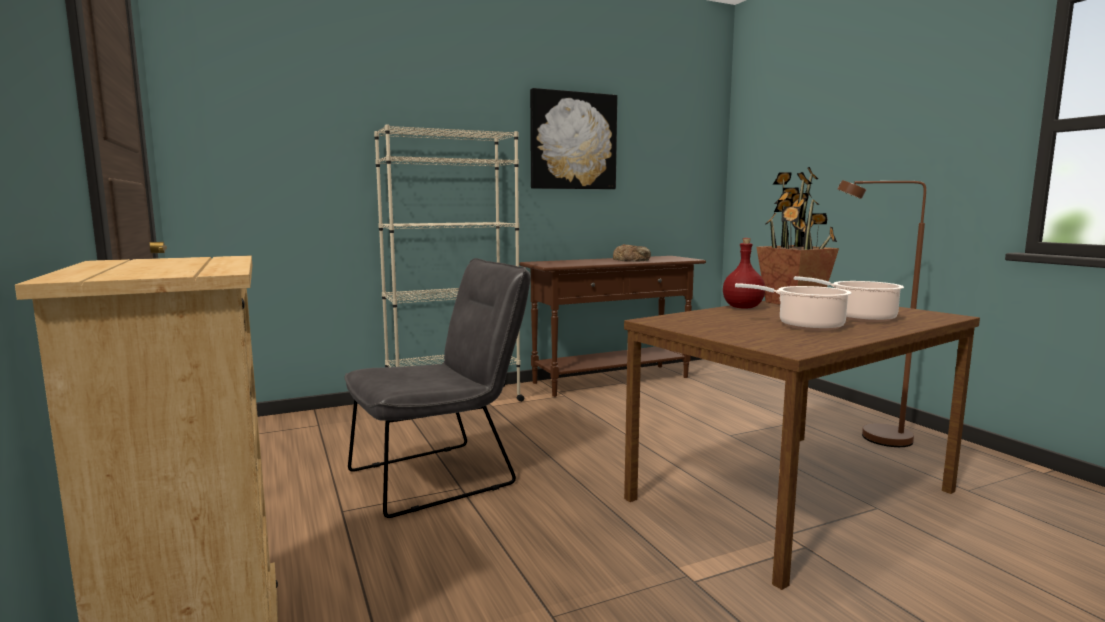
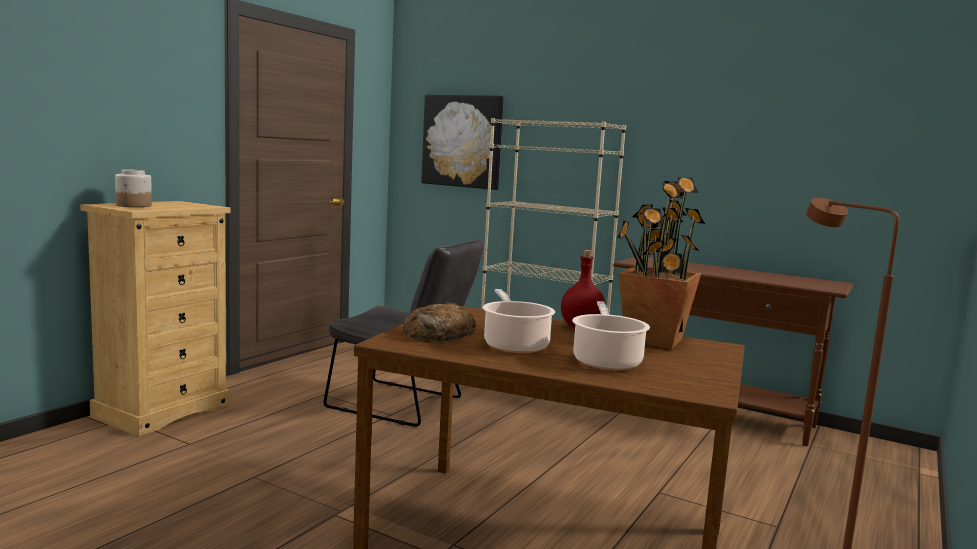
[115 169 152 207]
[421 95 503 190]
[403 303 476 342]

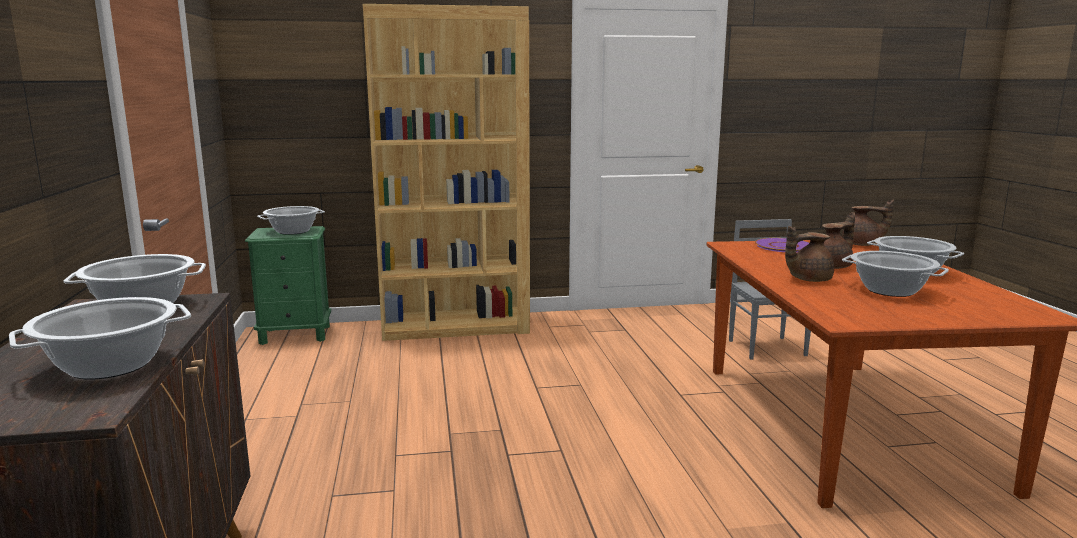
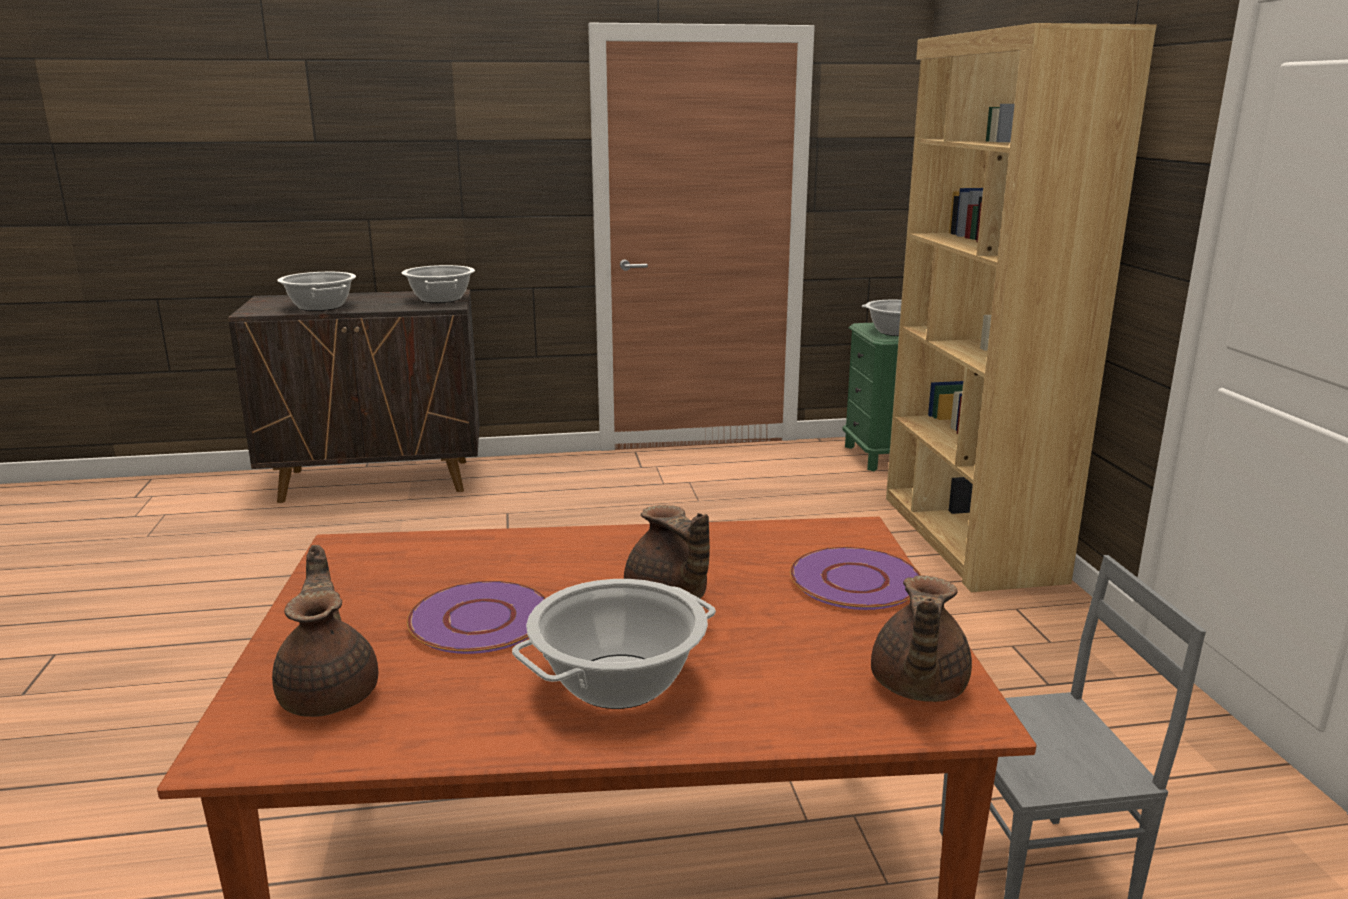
[272 545 378 717]
[407 581 546 654]

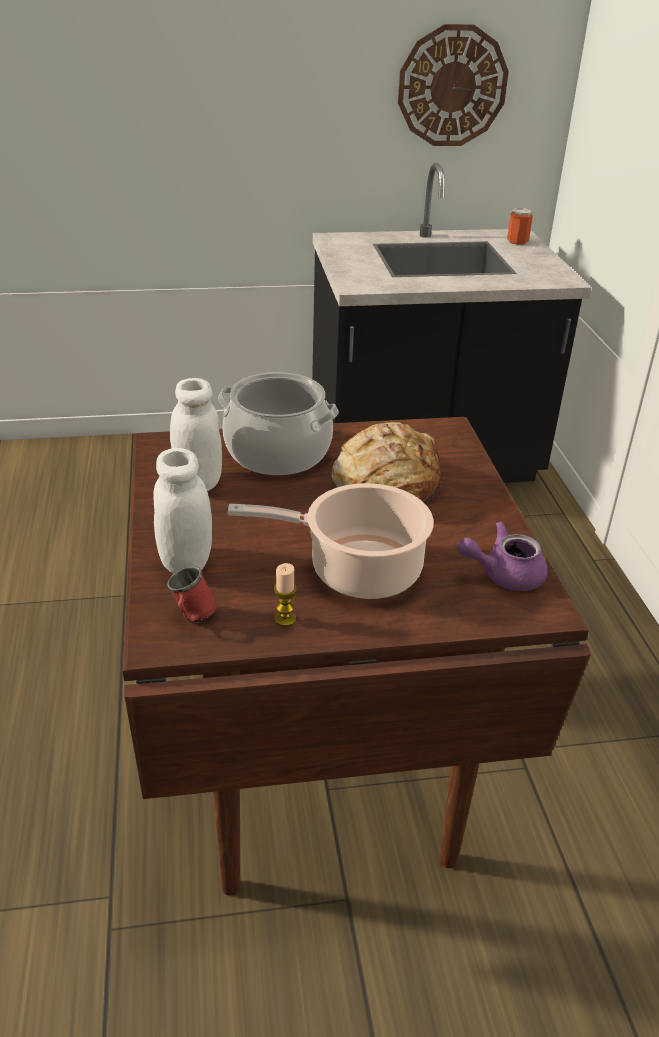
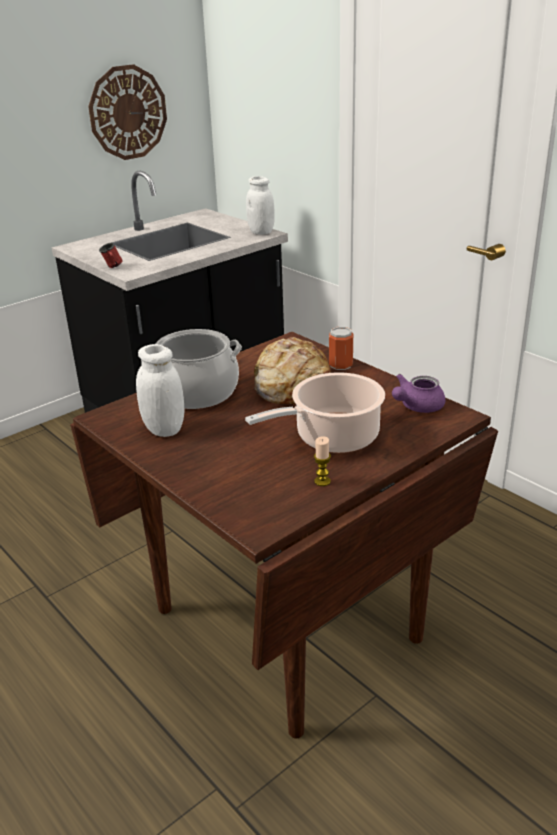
[246 176 275 235]
[99 242 122 268]
[329 327 353 370]

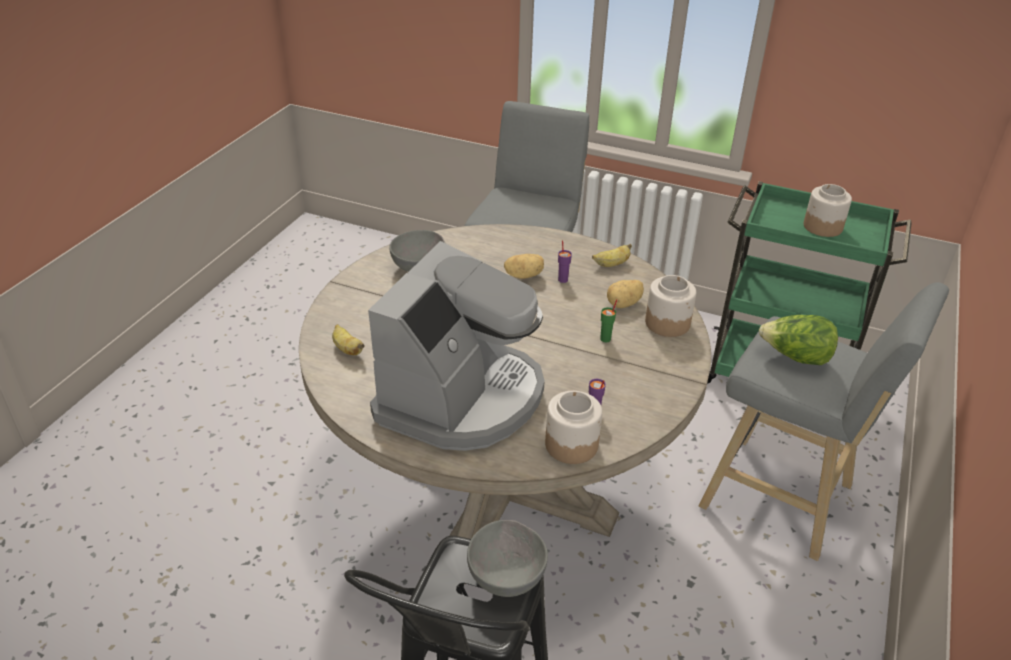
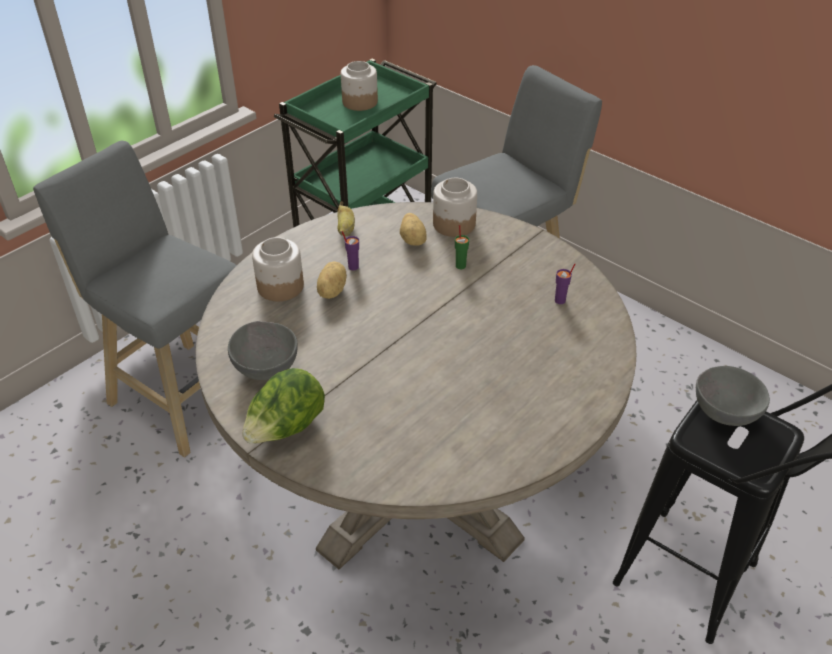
[332 324 365 355] (first image)
[368 241 545 451] (first image)
[252 237 304 301]
[242 368 325 444]

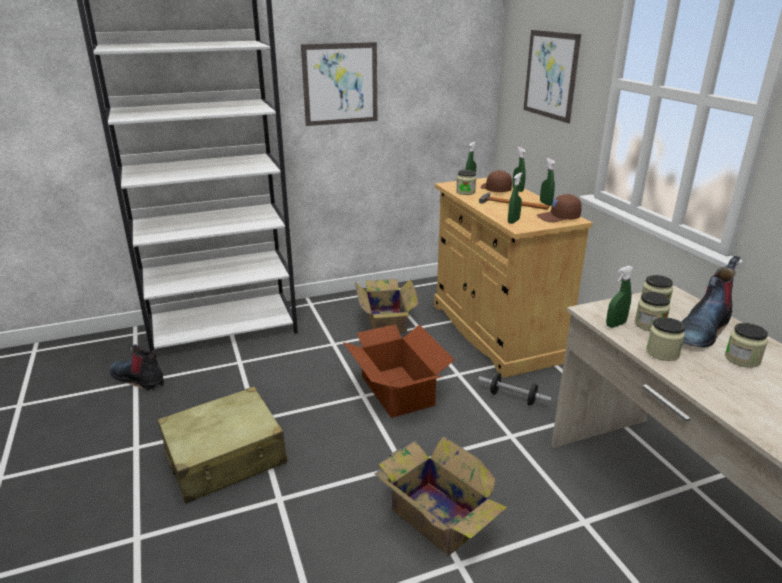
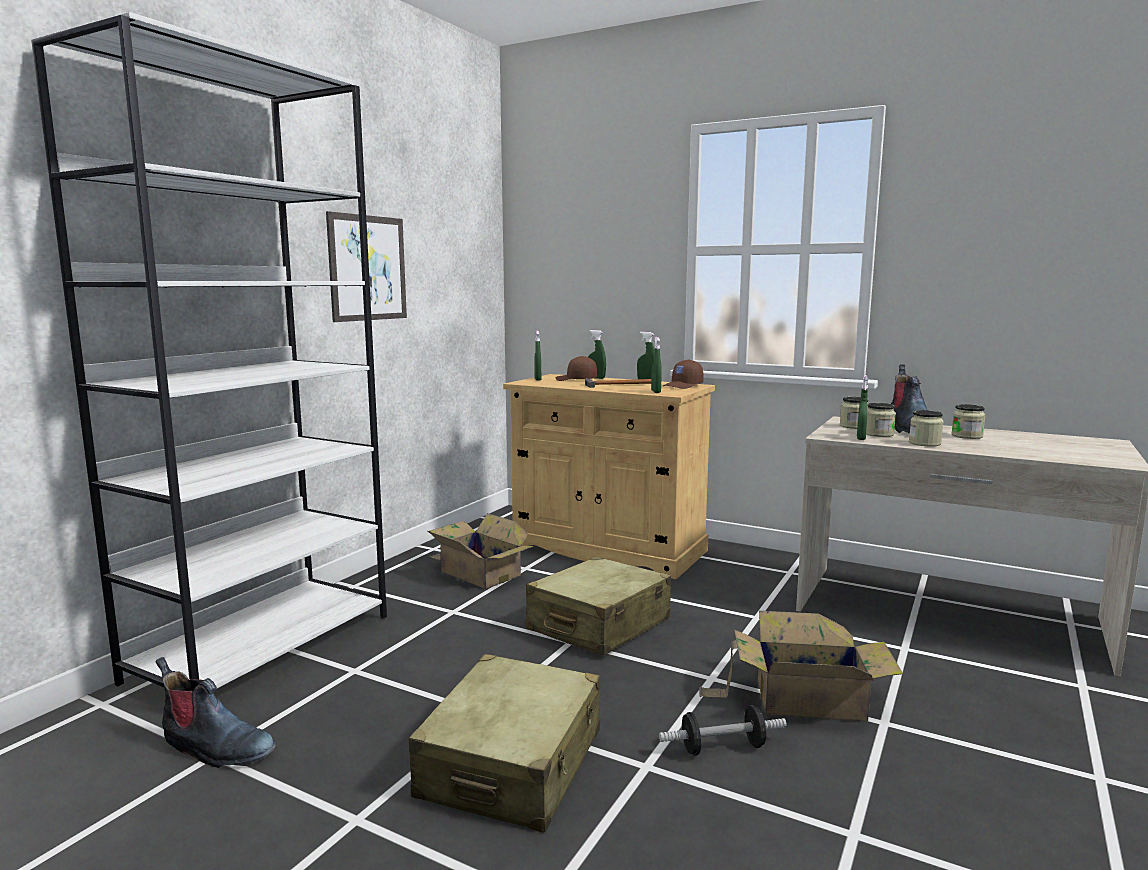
[456 170 476 195] (first image)
[524 30 581 123] (first image)
[659 705 787 756]
[526 556 671 656]
[155 657 276 768]

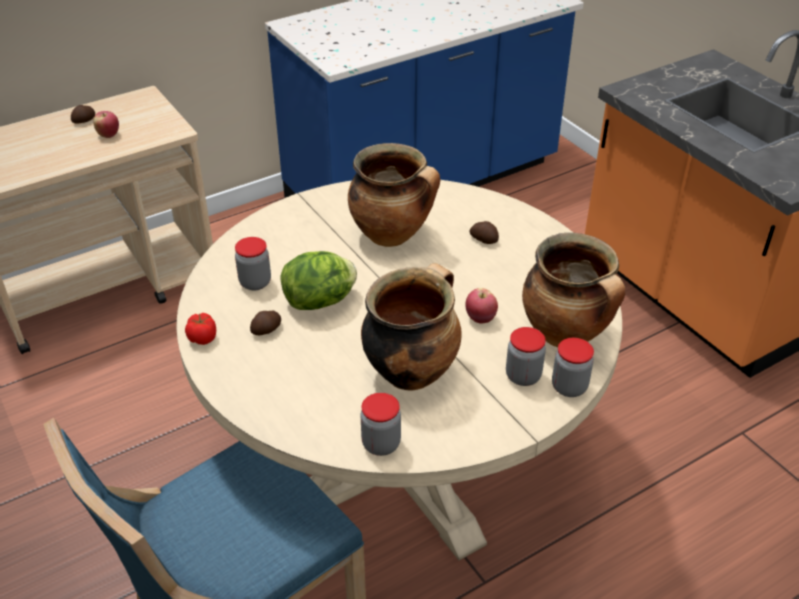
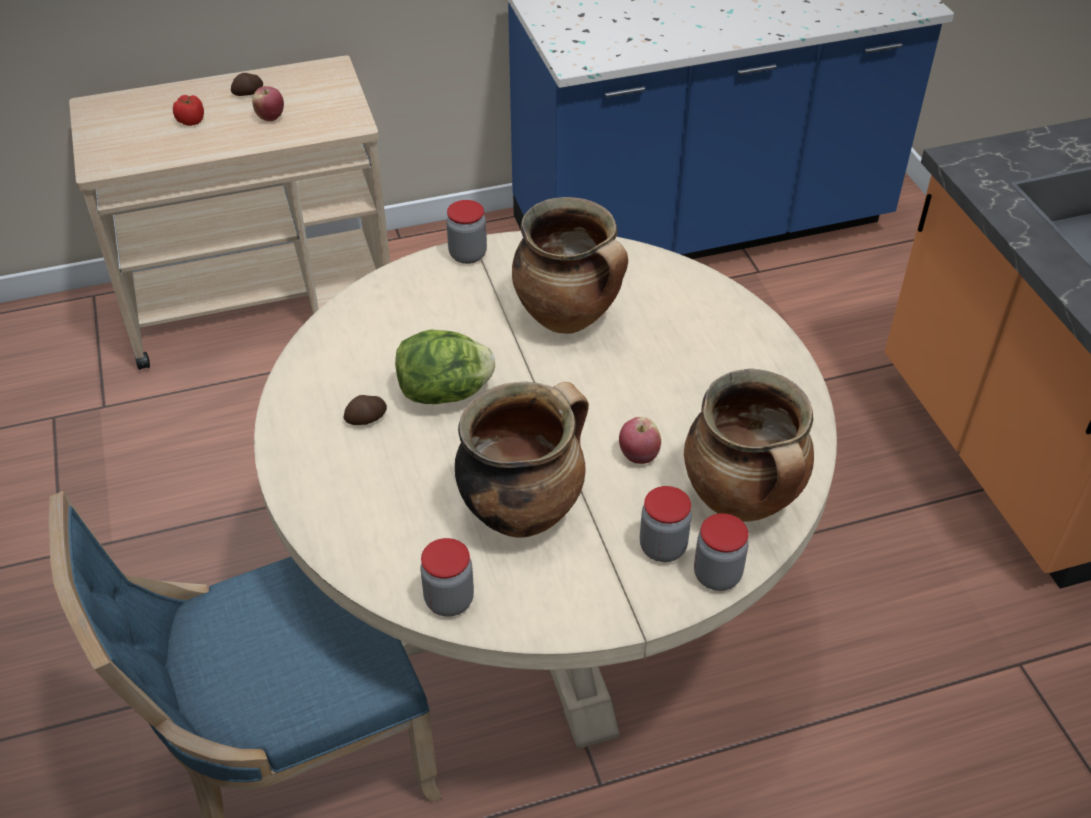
[470 221 499 244] (first image)
[173 95 204 126]
[446 200 487 264]

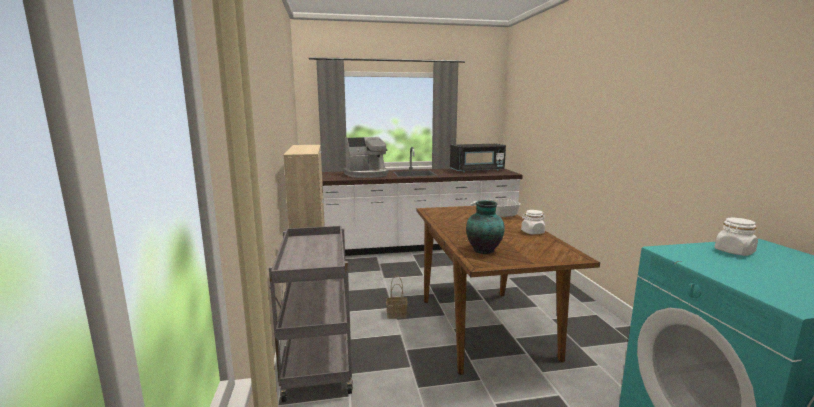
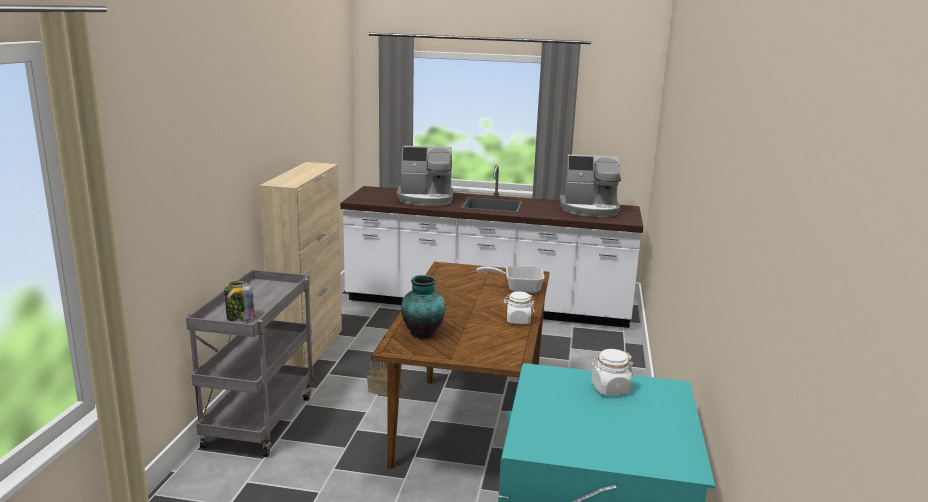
[224 281 255 322]
[560 154 621 217]

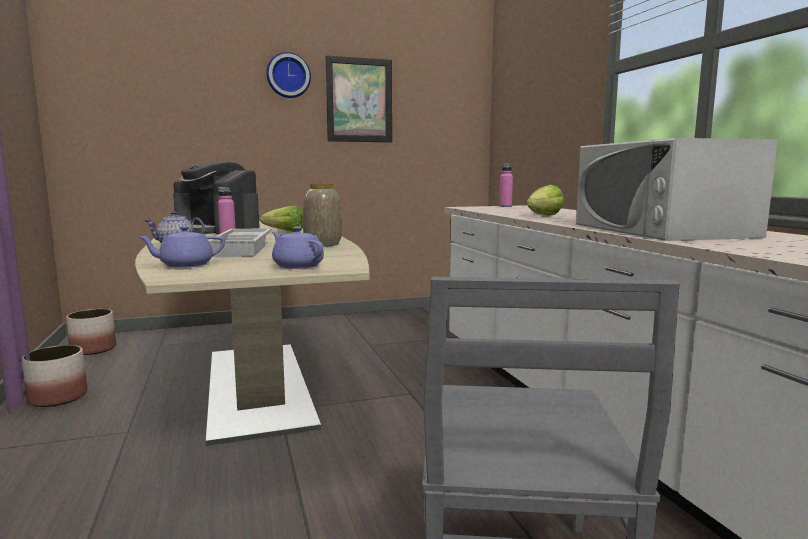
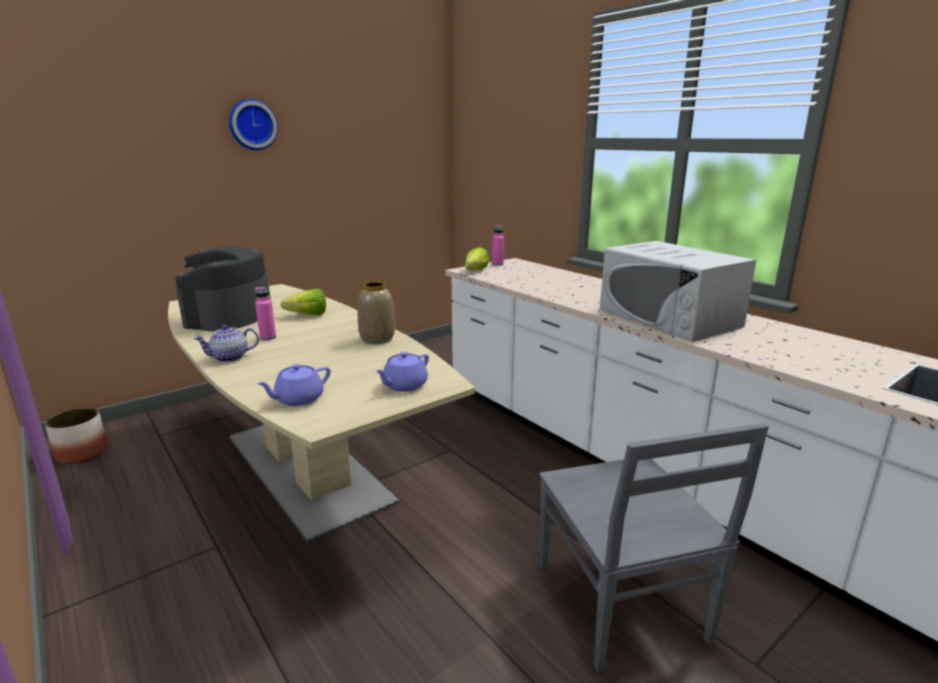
[21 345 87 407] (first image)
[208 228 272 257] (first image)
[325 56 392 142] (first image)
[465 247 490 270]
[175 245 271 331]
[375 352 429 392]

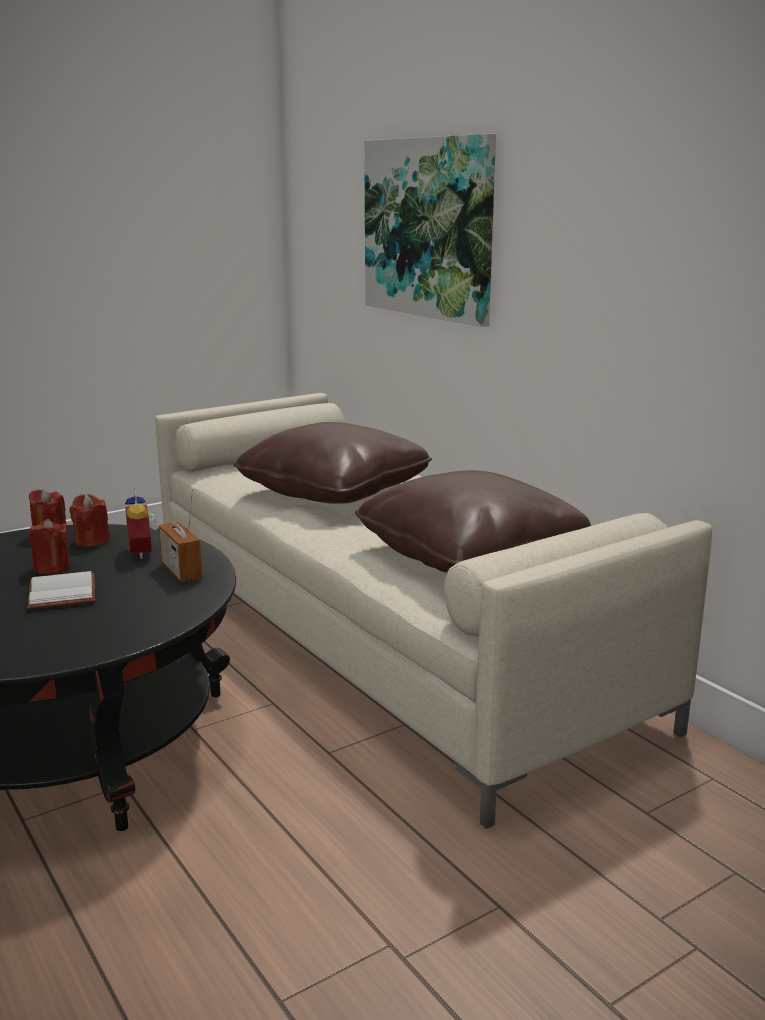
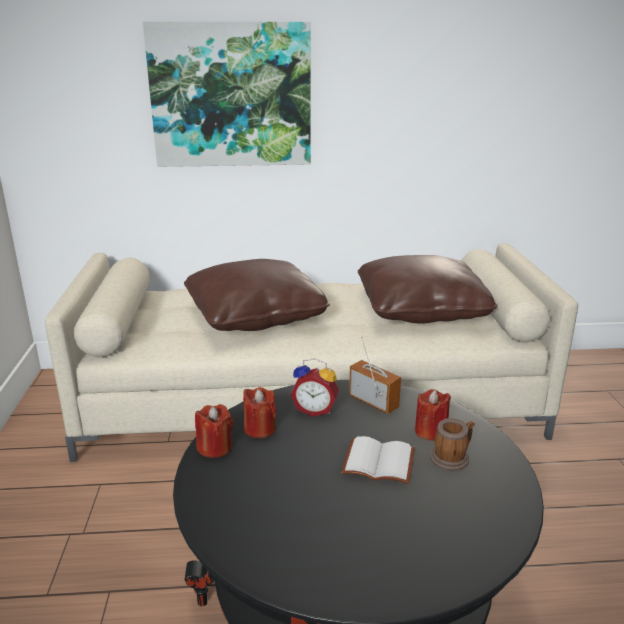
[430 418 475 471]
[415 389 451 441]
[349 337 401 414]

